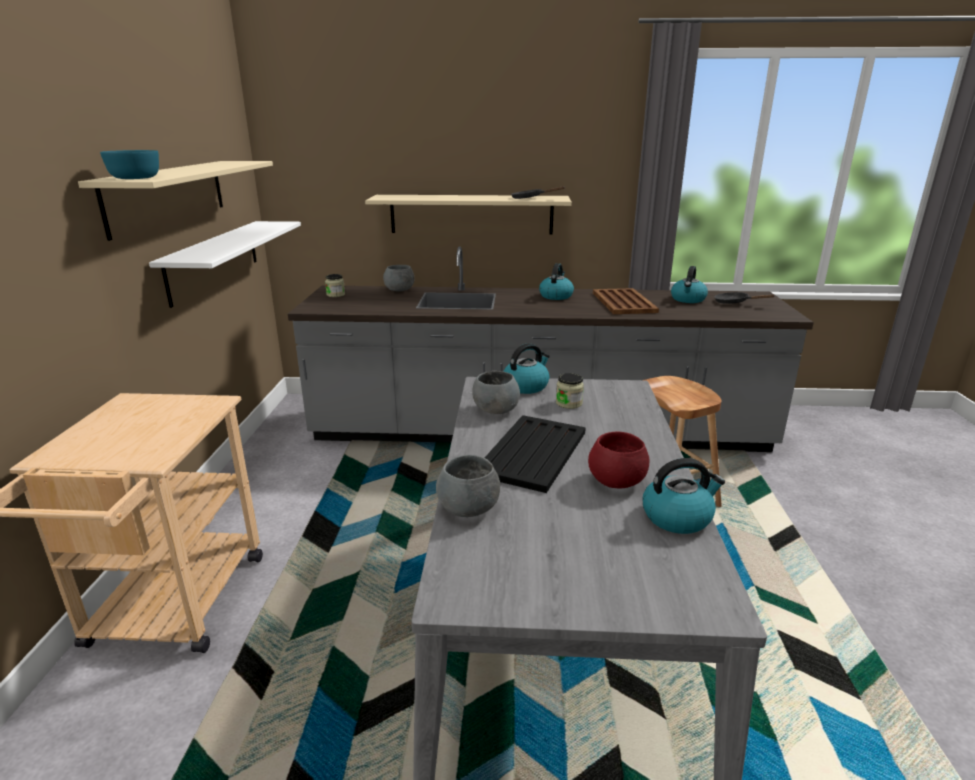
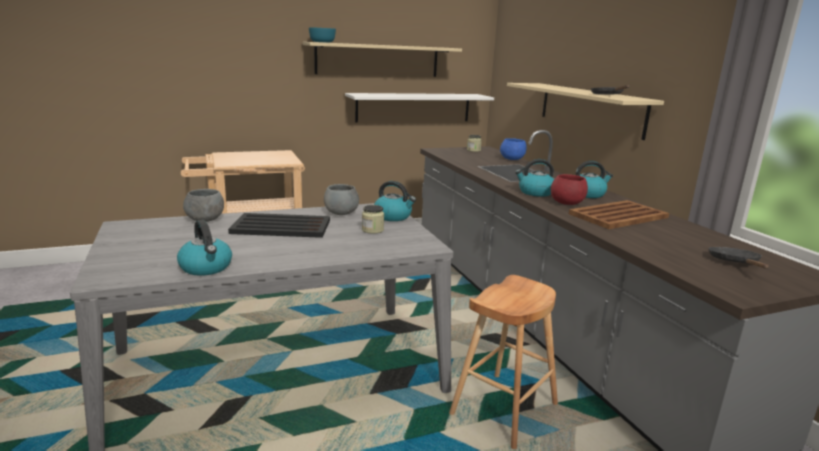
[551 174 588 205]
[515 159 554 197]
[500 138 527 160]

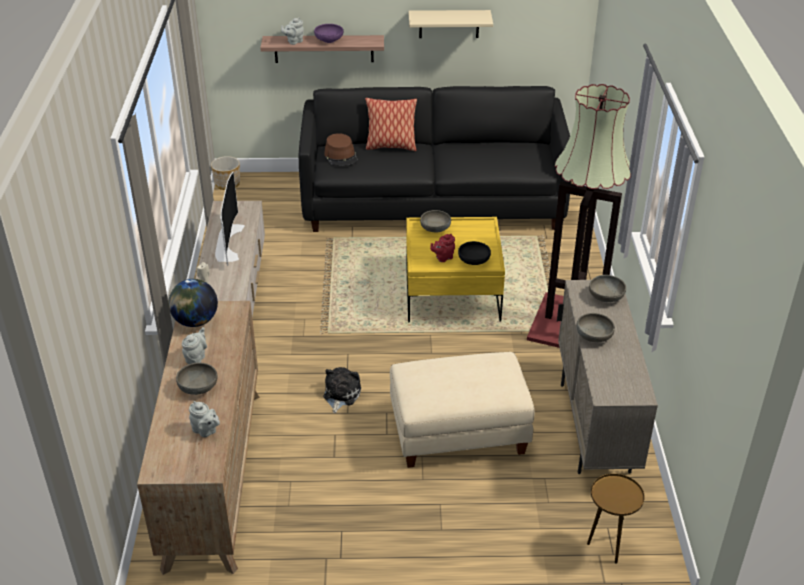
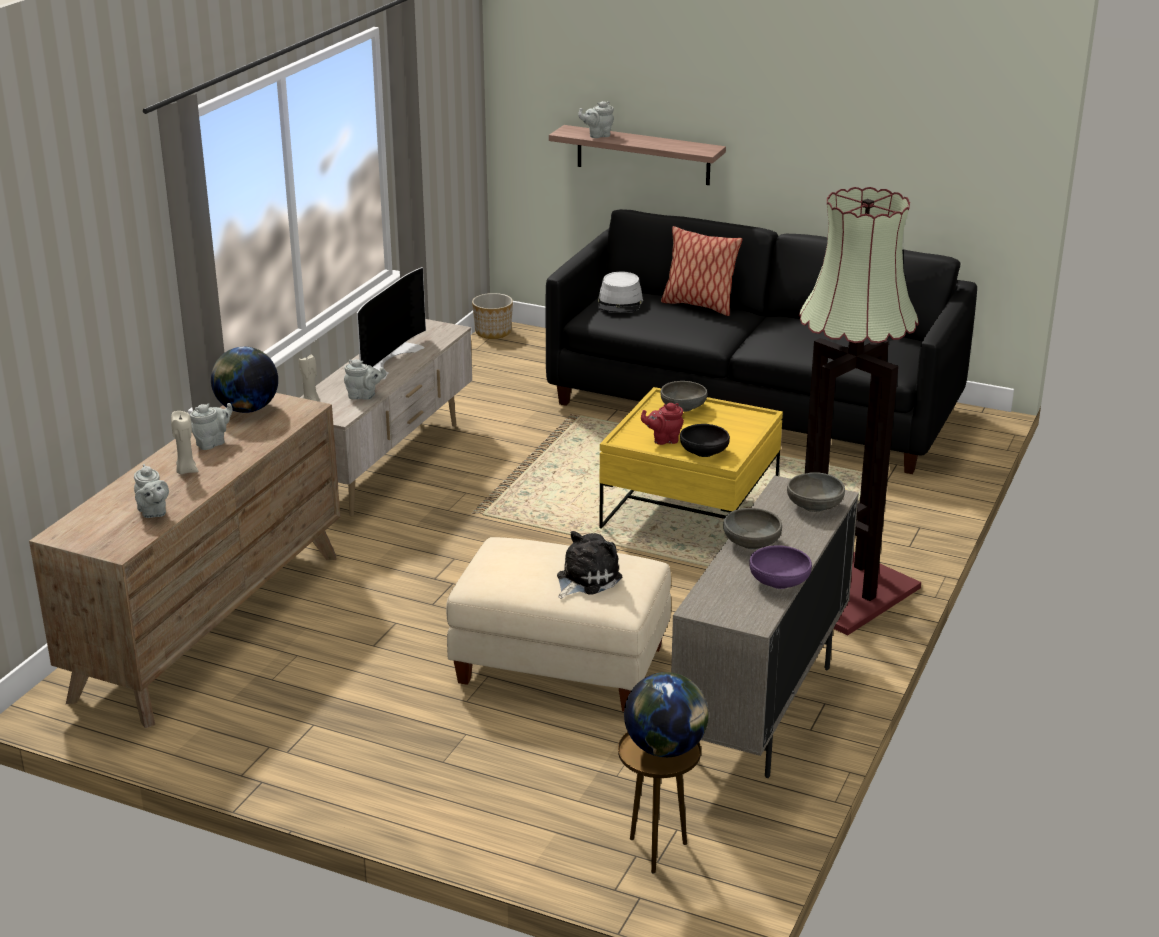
[409 10 493 38] (first image)
[344 359 387 400]
[624 672 709 757]
[750 545 812 589]
[557 531 622 599]
[171 411 199 474]
[598 272 643 313]

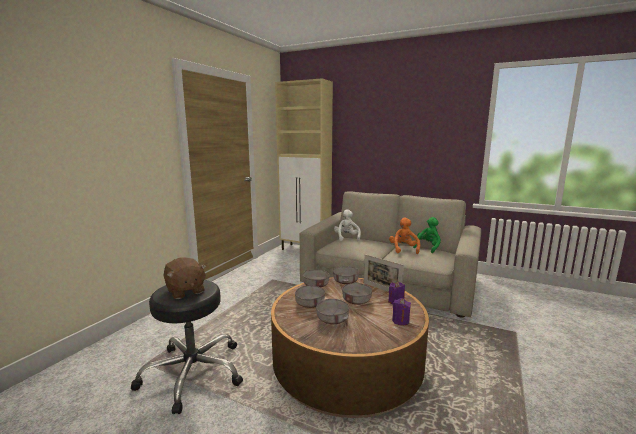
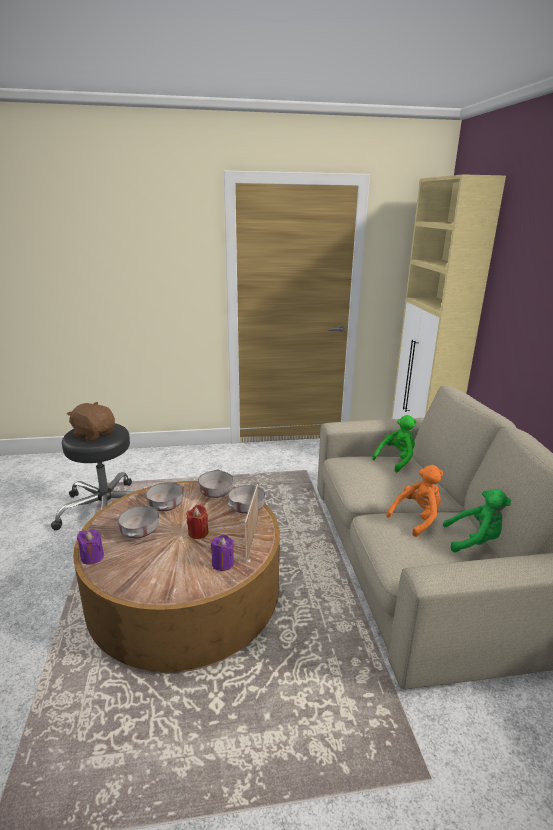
[77 529 104 565]
[186 505 209 539]
[372 415 416 472]
[67 402 115 442]

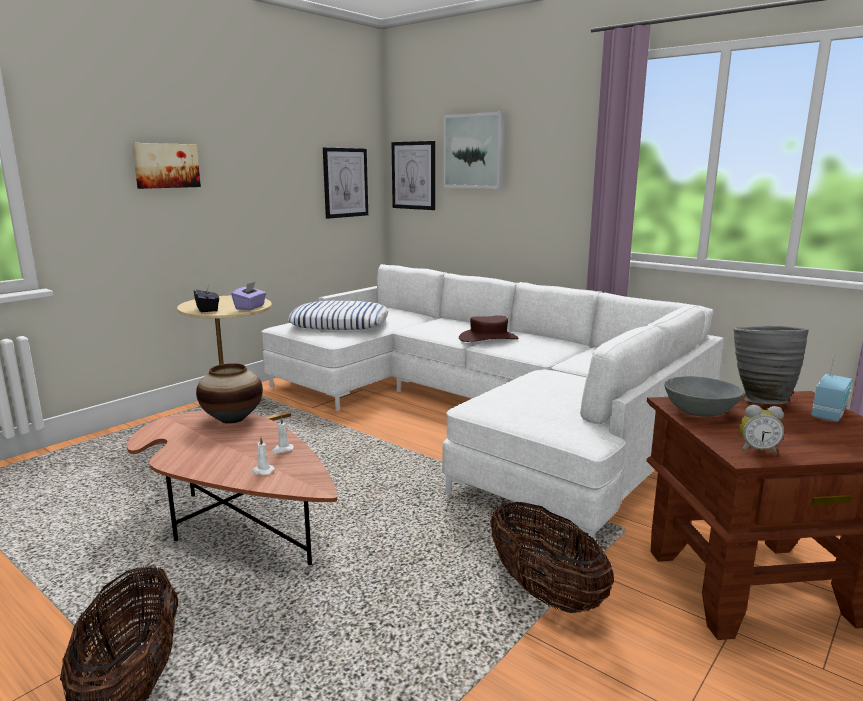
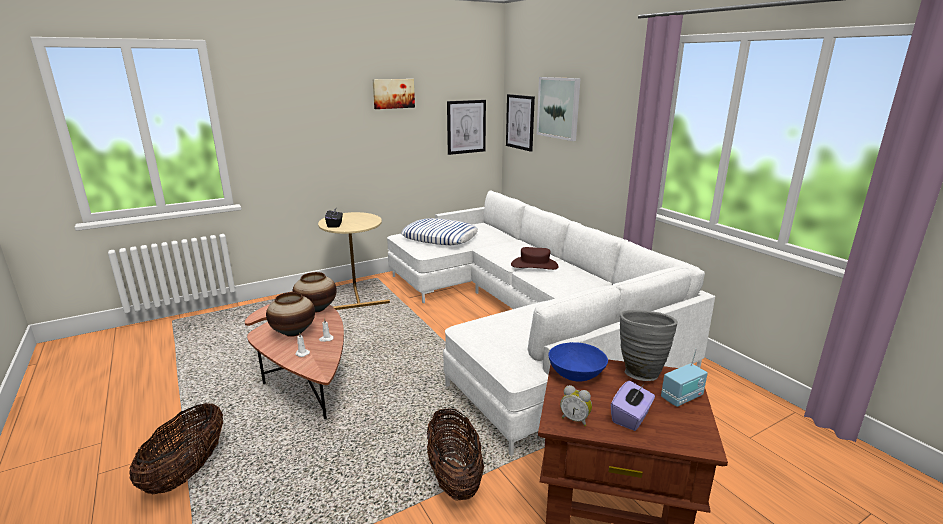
[266 292 315 337]
[372 79 415 109]
[611 381 655 431]
[548 342 608 381]

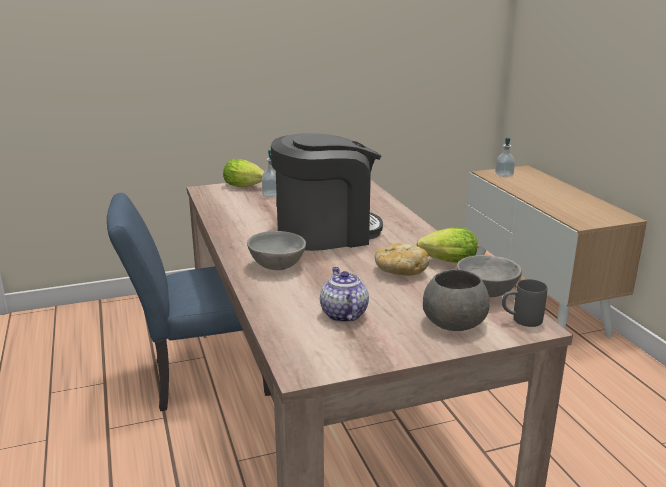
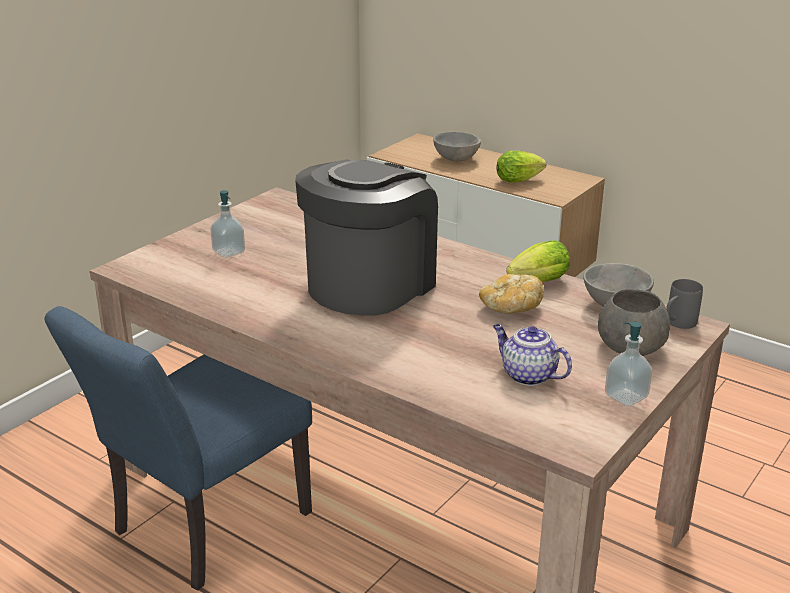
[496 151 546 183]
[433 132 481 161]
[605 322 653 407]

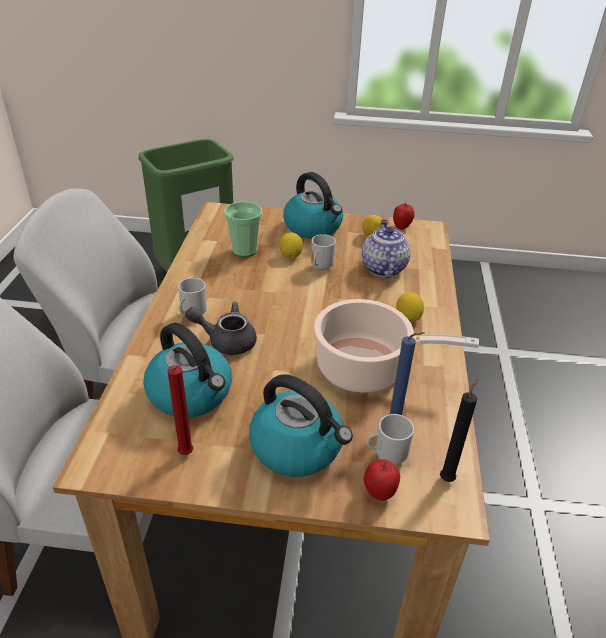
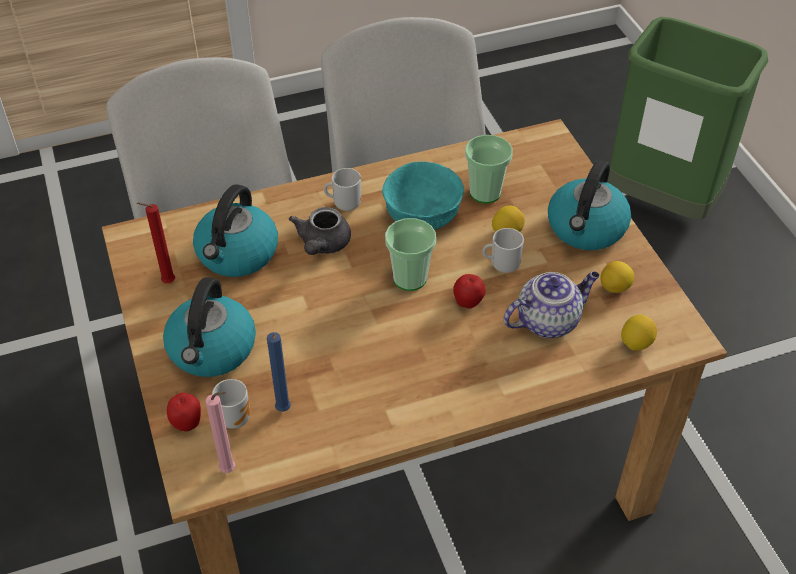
[314 299 479 393] (first image)
[382 161 464 230]
[385 218 436 291]
[453 274 486 309]
[621 315 657 351]
[206 392 235 473]
[289 207 351 255]

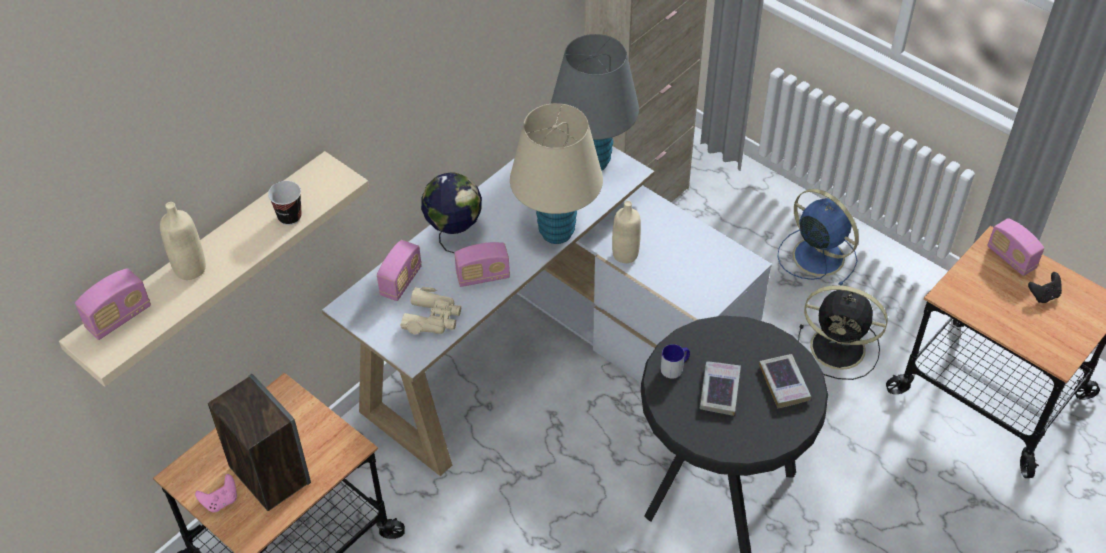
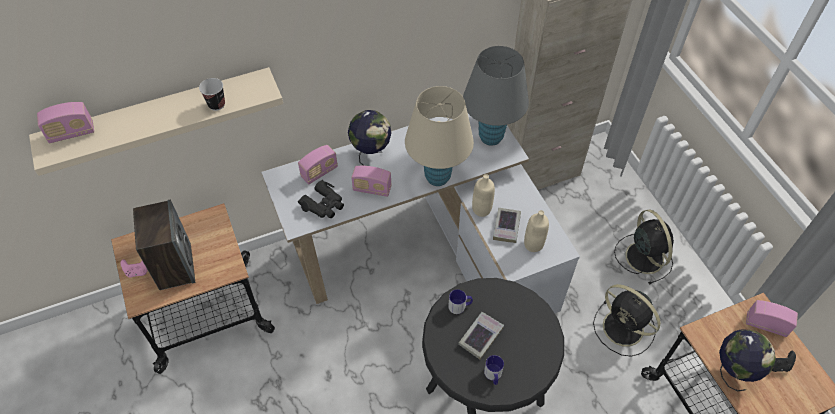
[484 355 504 385]
[719 330 776 391]
[524 210 549 252]
[493 208 521 243]
[298 180 344 218]
[614 210 674 285]
[746 300 798 337]

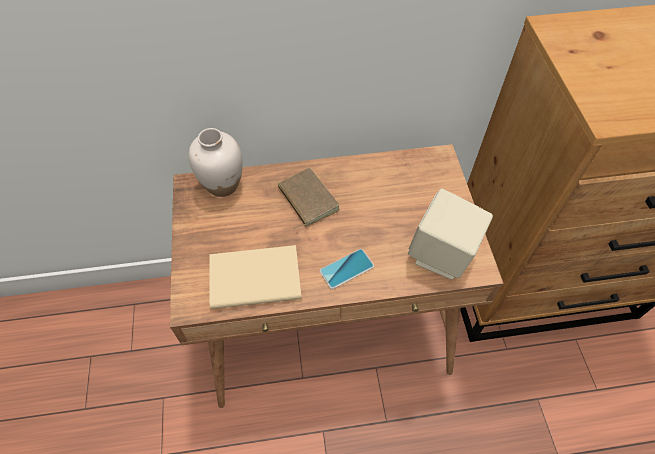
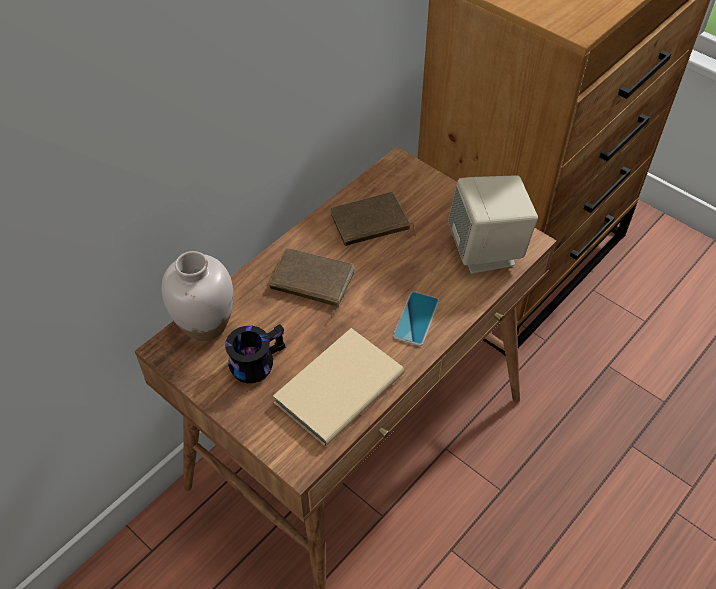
[225 324 285 383]
[329 192 416 246]

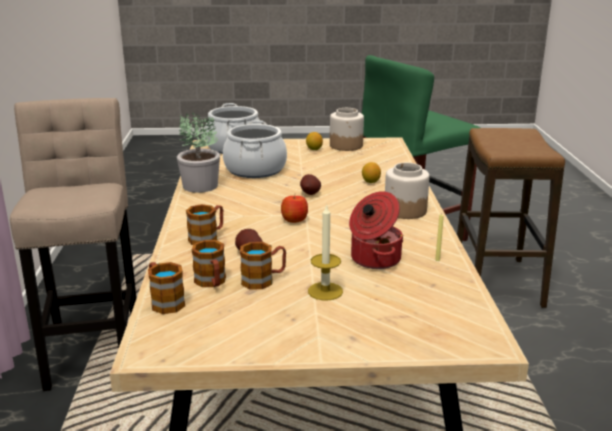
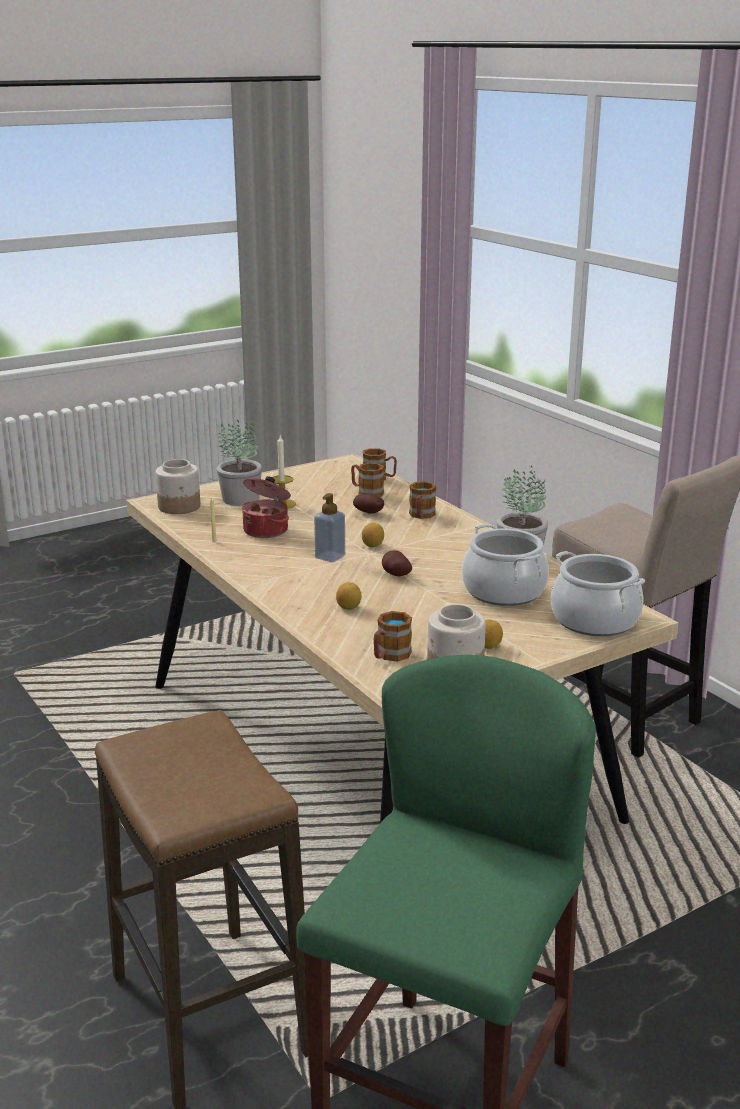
[217 419 262 506]
[314 493 345 562]
[373 611 412 662]
[155 459 200 514]
[362 523 384 547]

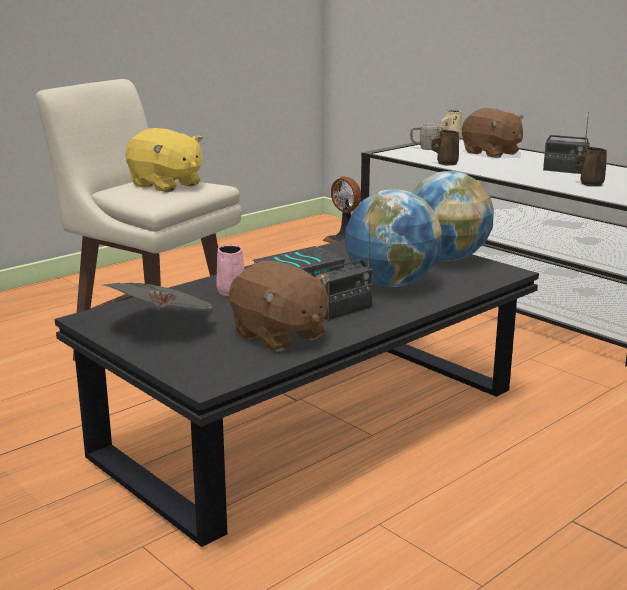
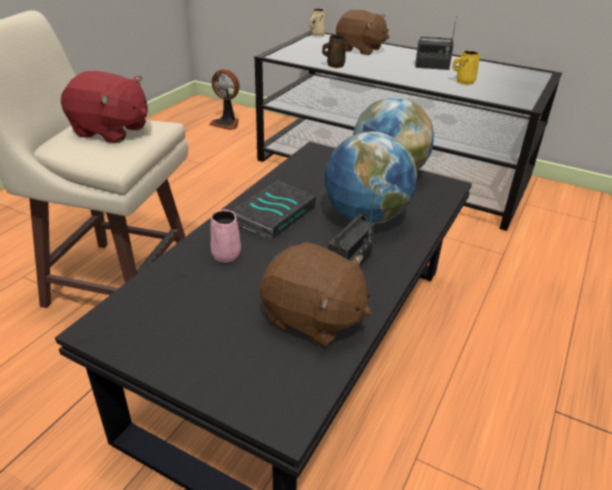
[103 282 212 309] (first image)
[410 124 440 150] (first image)
[61 71 148 143]
[452 50 480 85]

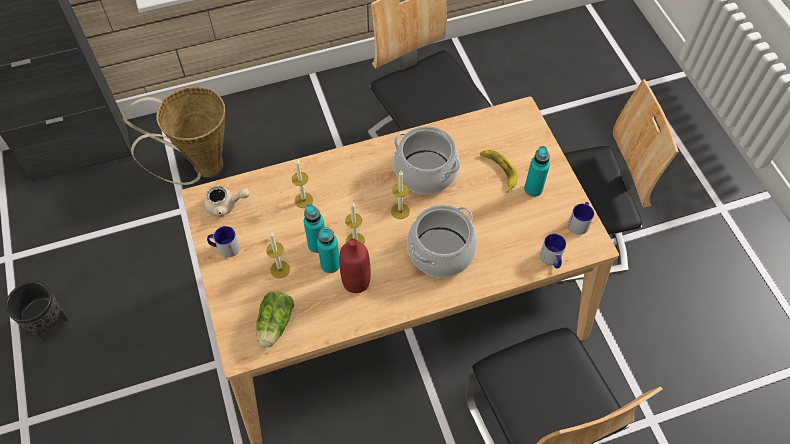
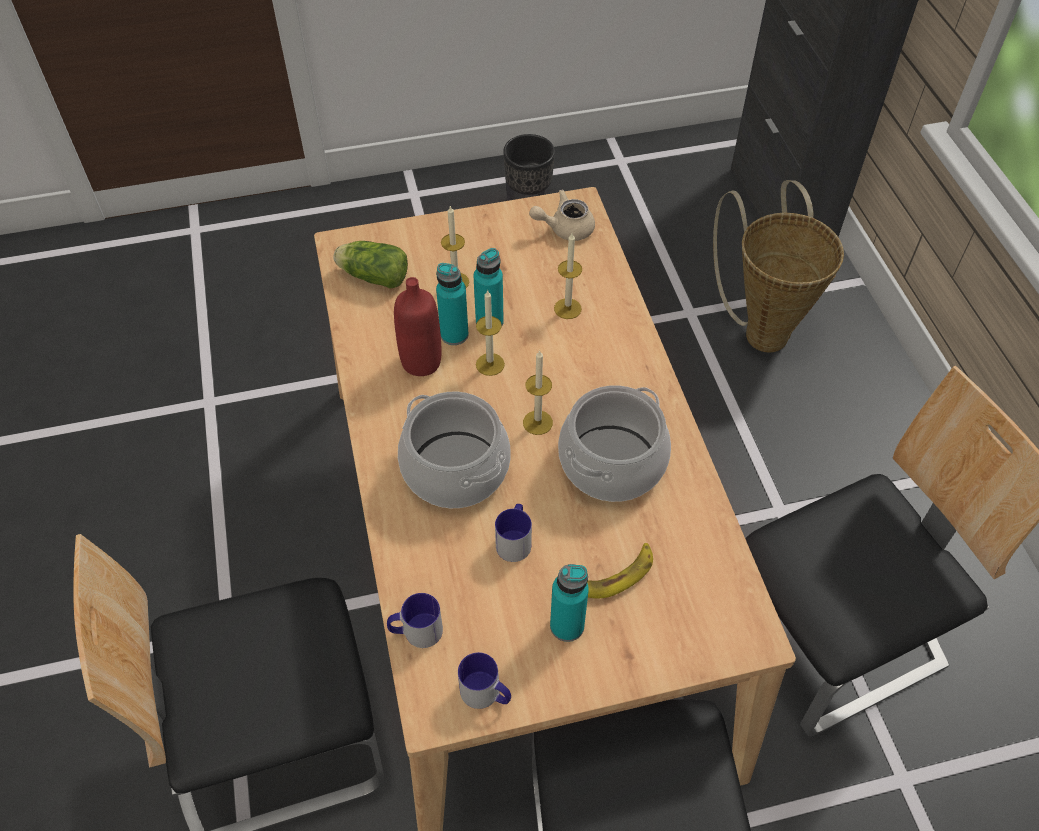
[495 504 532 562]
[529 189 595 241]

